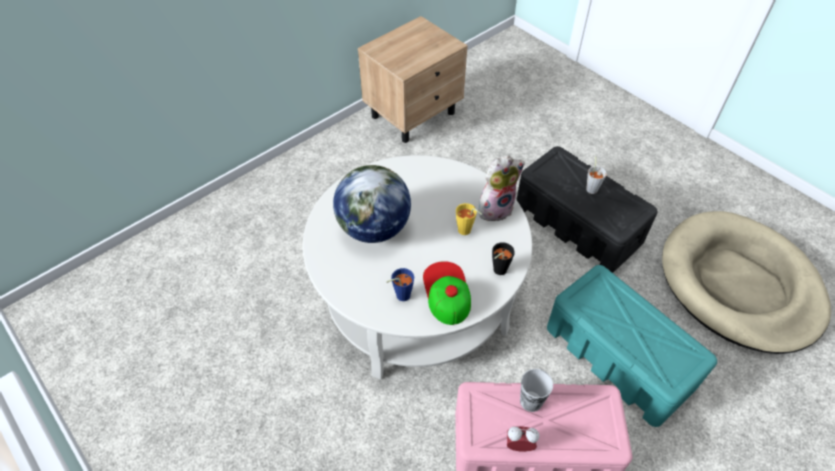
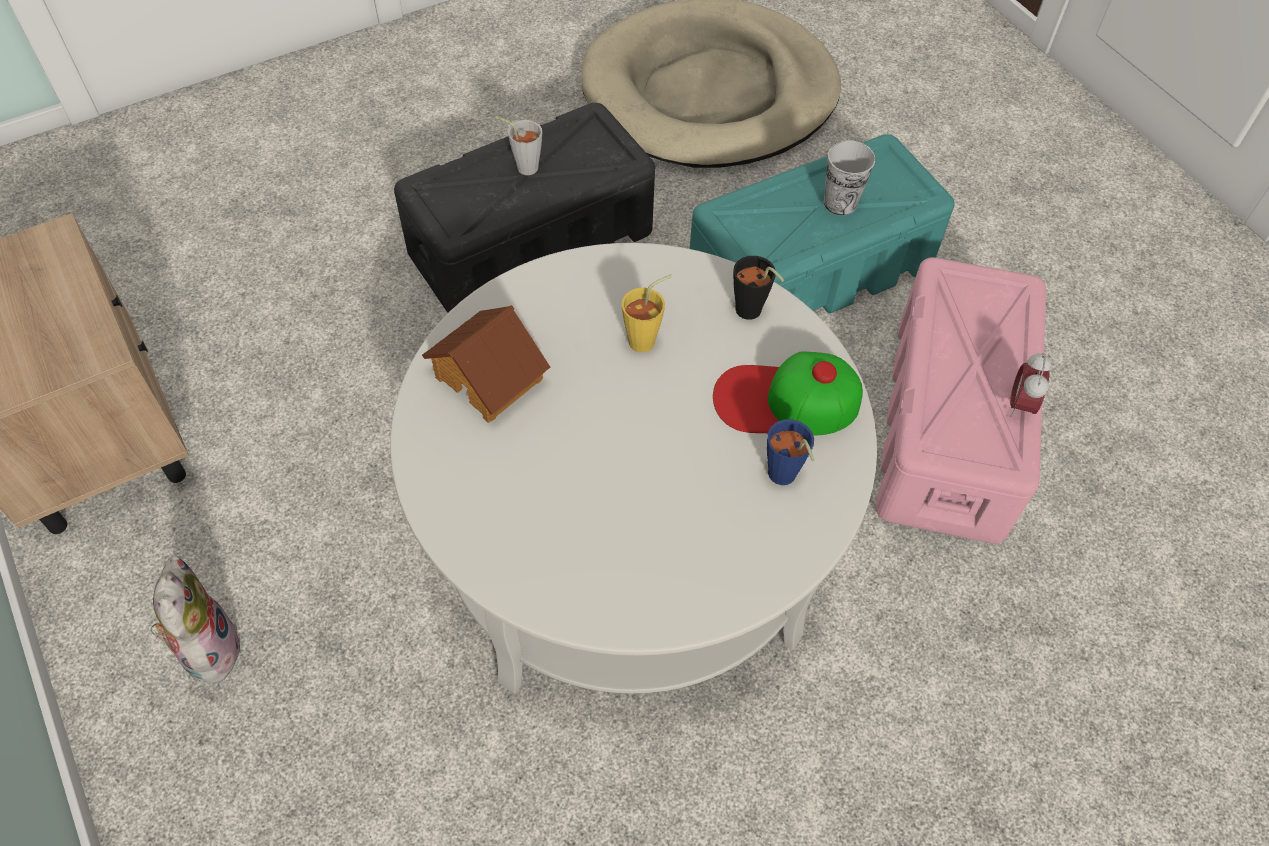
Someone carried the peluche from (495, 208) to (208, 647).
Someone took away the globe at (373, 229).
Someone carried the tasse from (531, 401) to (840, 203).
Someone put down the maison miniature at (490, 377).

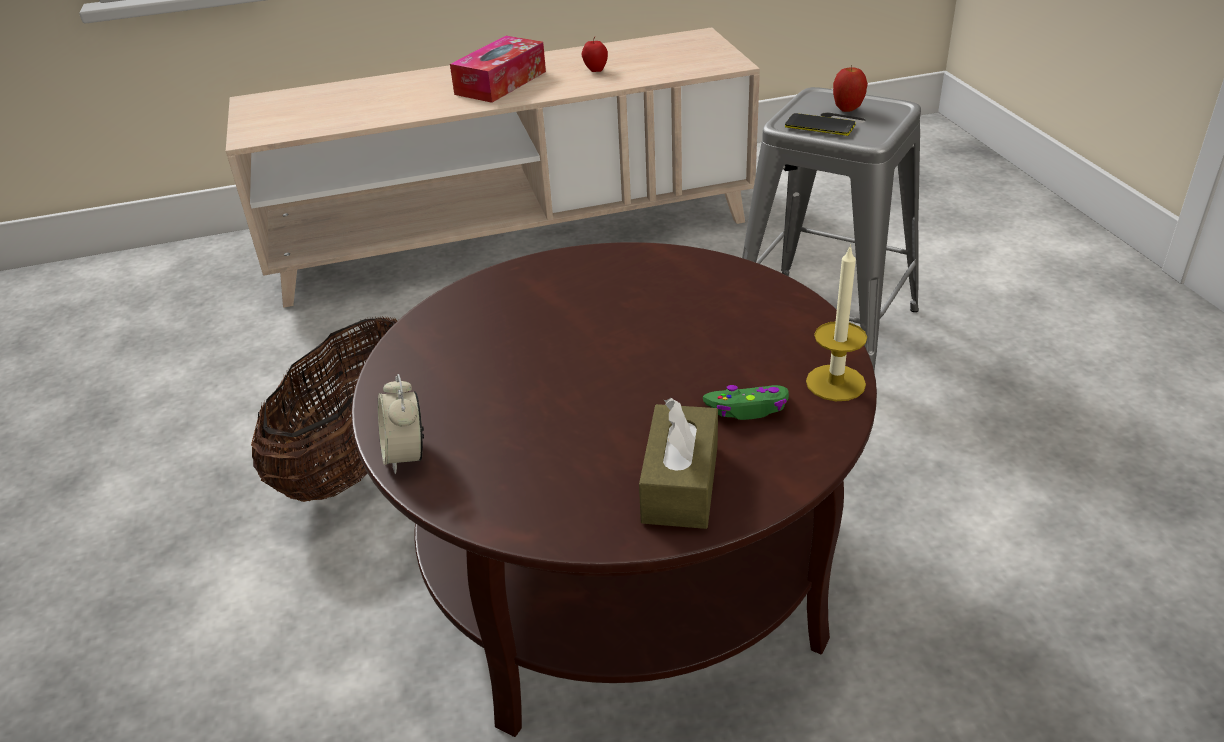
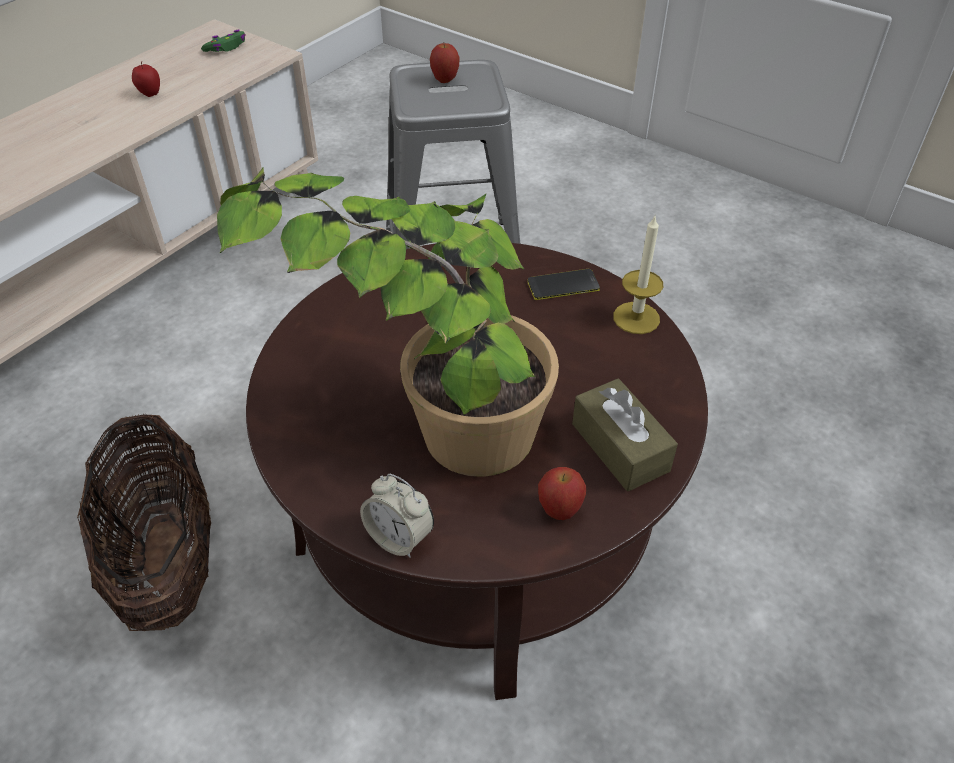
Someone took away the boîte à mouchoirs at (501, 83).
Someone carried the téléphone from (819, 126) to (563, 285).
Someone carried the manette [vert] from (747, 409) to (226, 47).
Someone put down the plante en pot at (423, 418).
Someone put down the pomme at (559, 510).

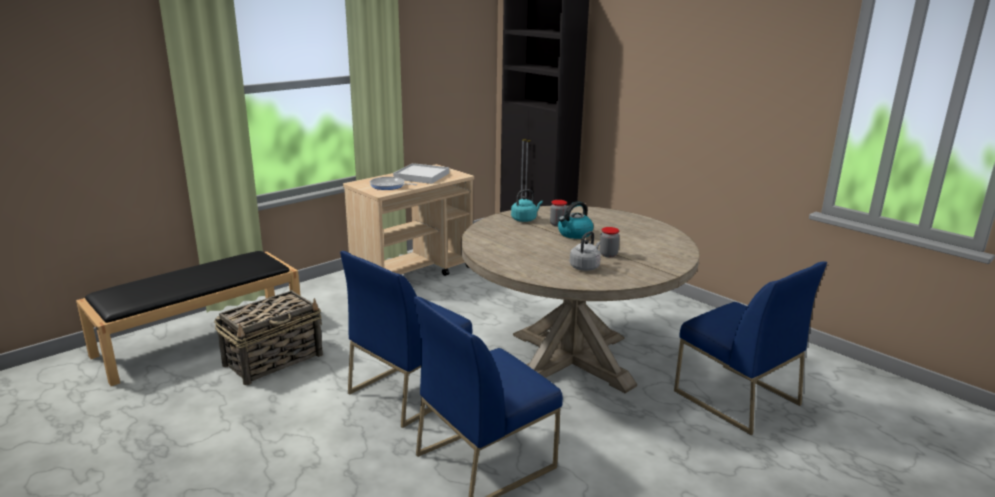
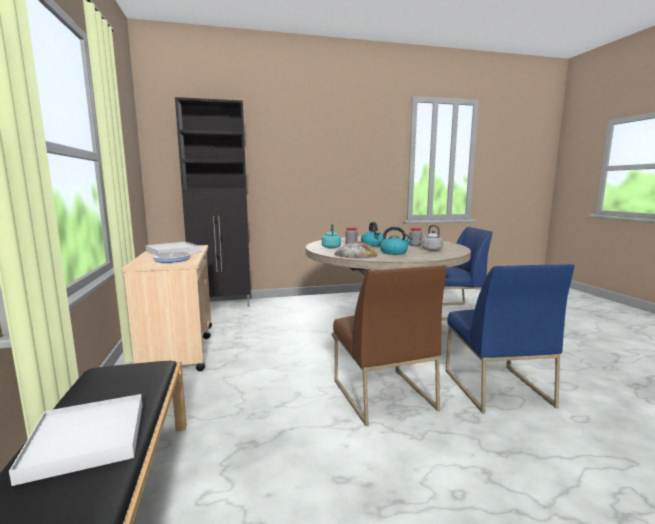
Someone repainted the chaise [bleu] at (409, 390), which became the chaise [marron] at (382, 394).
Someone took away the panier at (274, 360).
Someone put down the bouilloire at (394, 252).
Someone put down the pain at (356, 255).
Someone put down the plateau [blanc] at (87, 439).

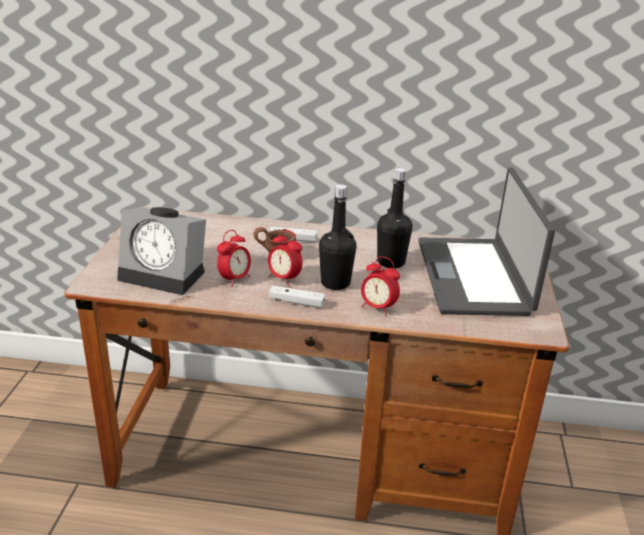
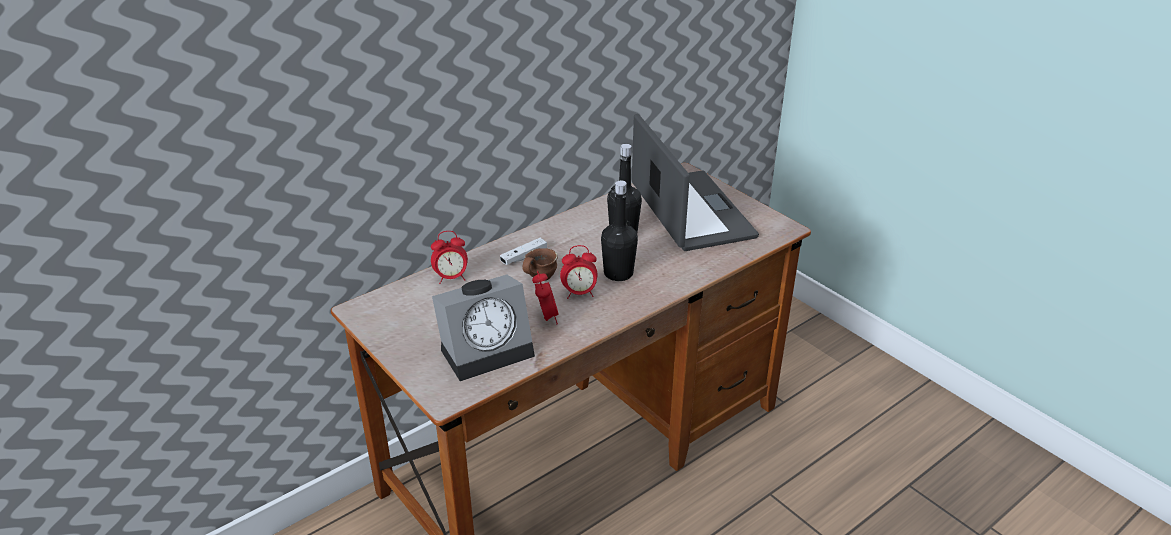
Someone rotated the ordinateur portable at (474, 276) by 150 degrees counterclockwise.
Someone carried the réveil from (377, 308) to (451, 278).
Someone took away the manette [blanc] at (296, 302).

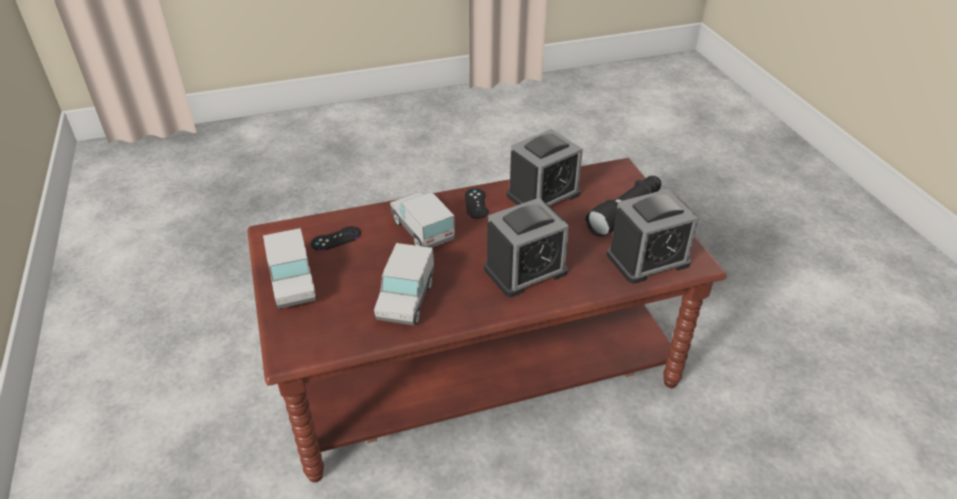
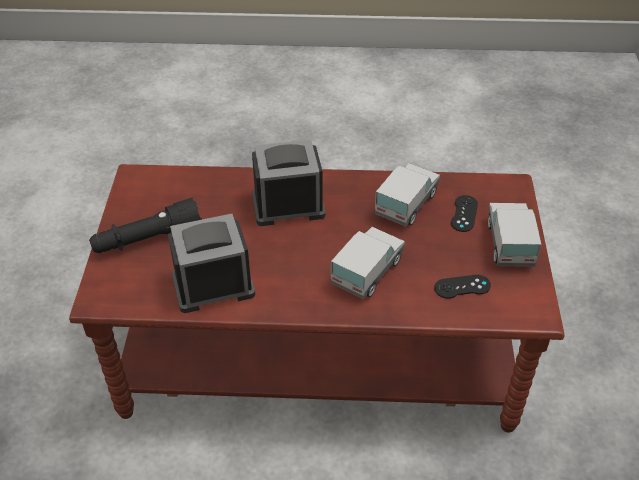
Someone carried the manette [noir] from (476, 204) to (464, 213).
Someone took away the réveil at (647, 259).
Someone rotated the camion jouet at (422, 231) by 135 degrees counterclockwise.

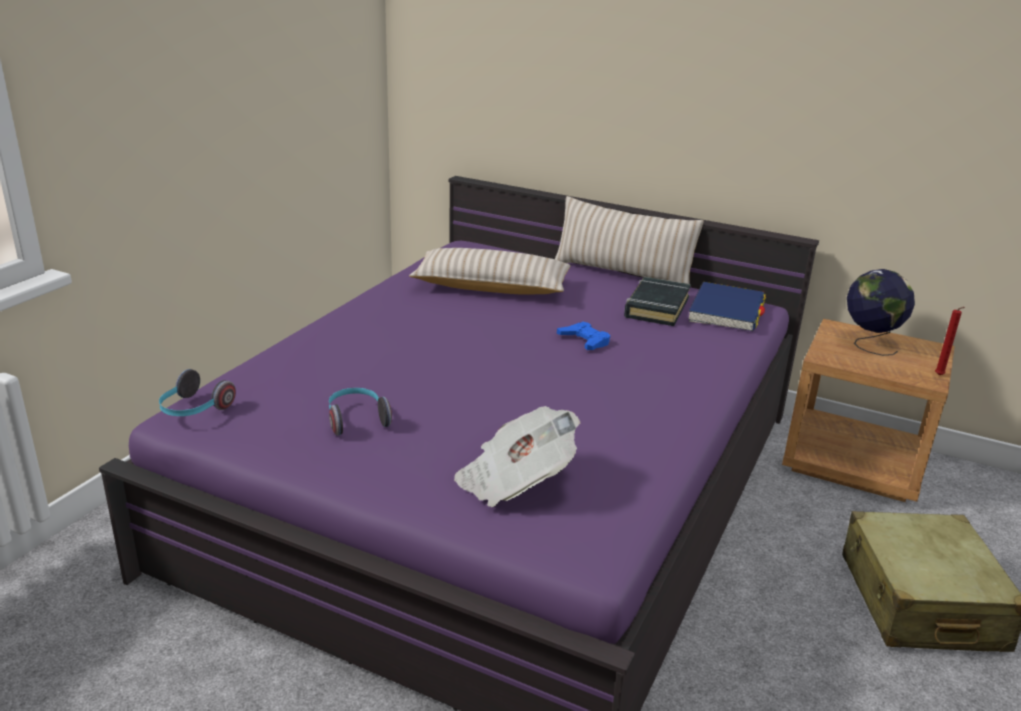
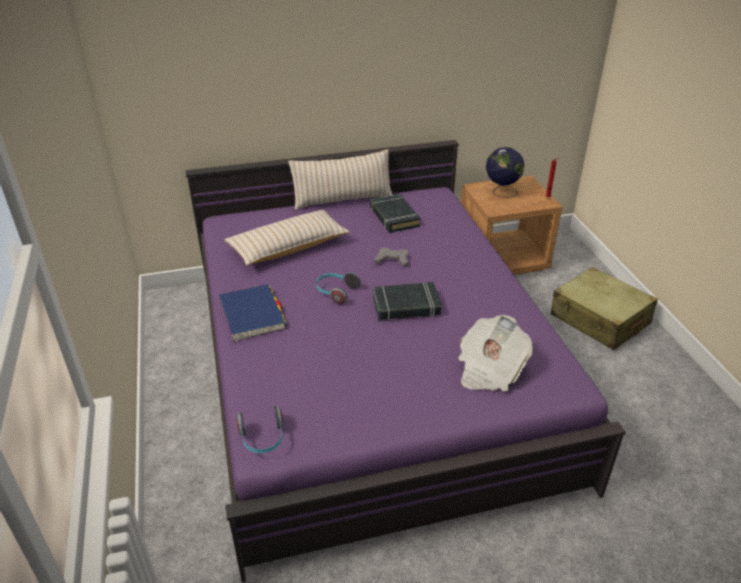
Someone carried the livre [bleu] from (726, 311) to (252, 315).
Someone repainted the manette [bleu] at (584, 341), which became the manette [gris] at (392, 260).
Someone carried the casque audio from (356, 420) to (336, 292).
Someone put down the livre [noir] at (406, 306).

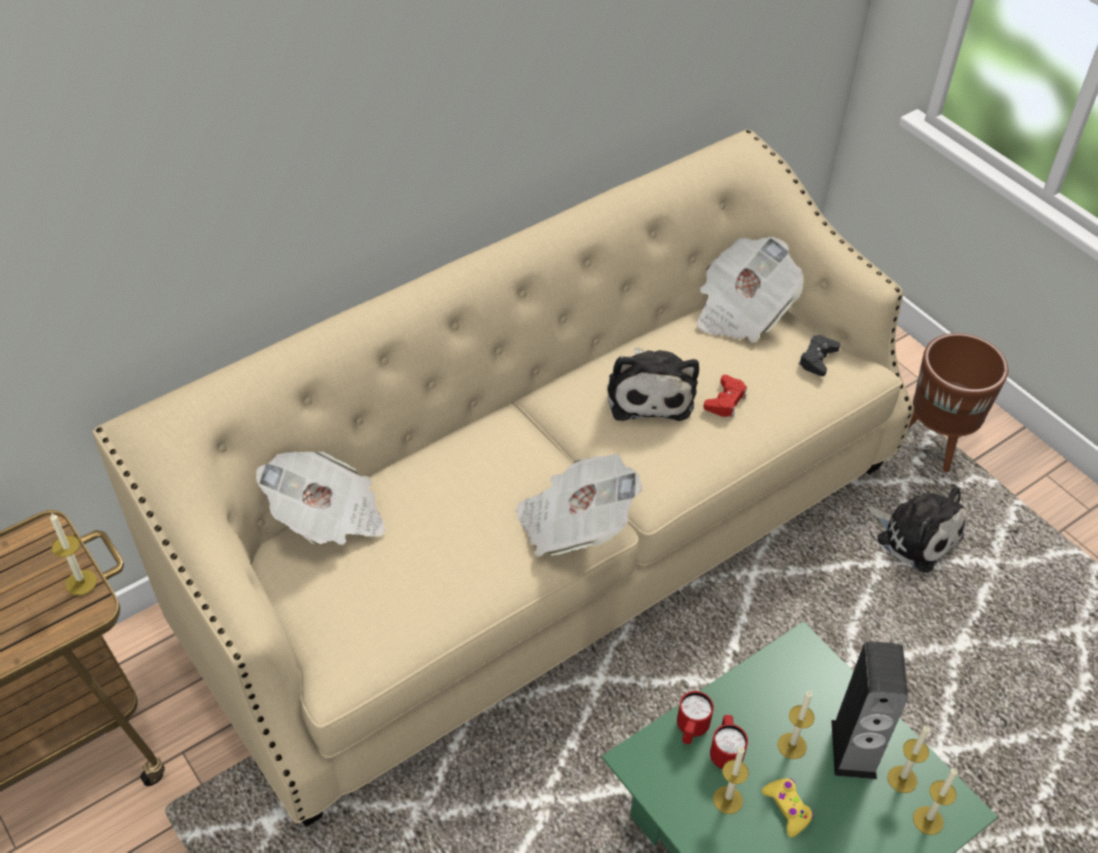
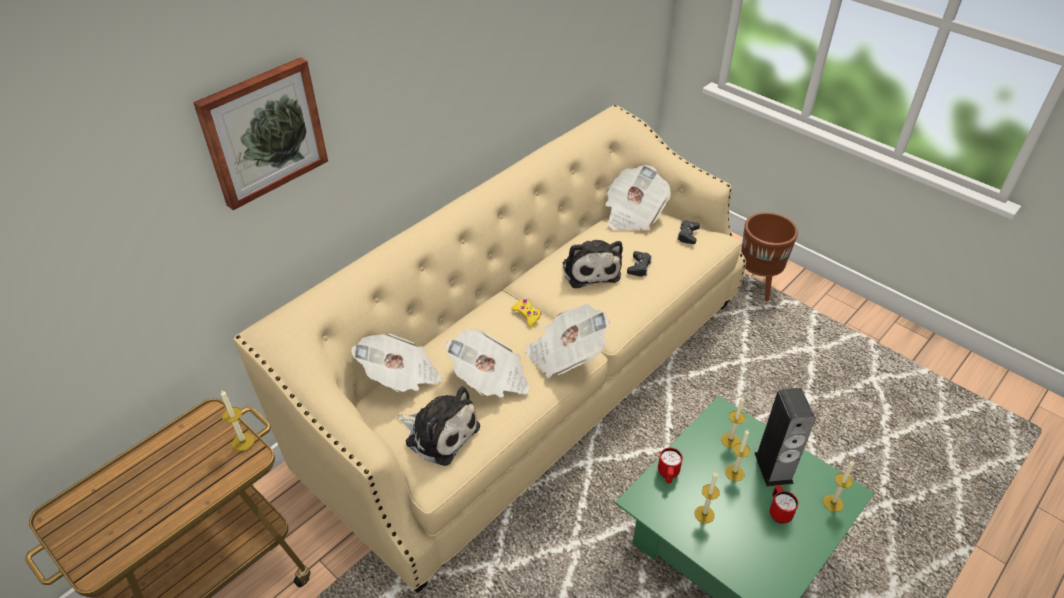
Someone repainted the manette [rouge] at (725, 401), which became the manette [noir] at (639, 267).
Someone carried the peluche from (914, 534) to (439, 433).
Someone carried the mug [rouge] from (725, 752) to (778, 512).
Someone carried the bougie from (902, 779) to (730, 440).
Someone carried the manette [jaune] from (787, 808) to (527, 315).
Someone put up the tableau at (263, 132).
Someone put down the journal at (490, 379).

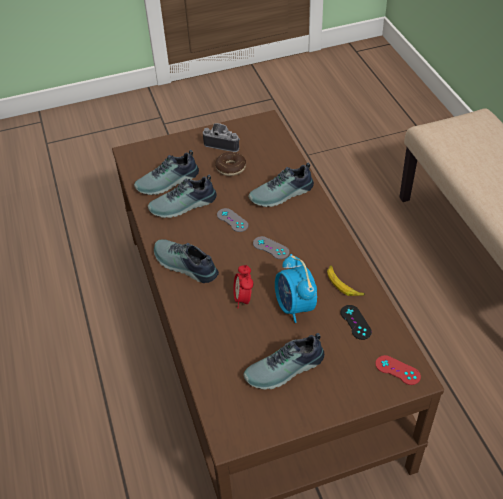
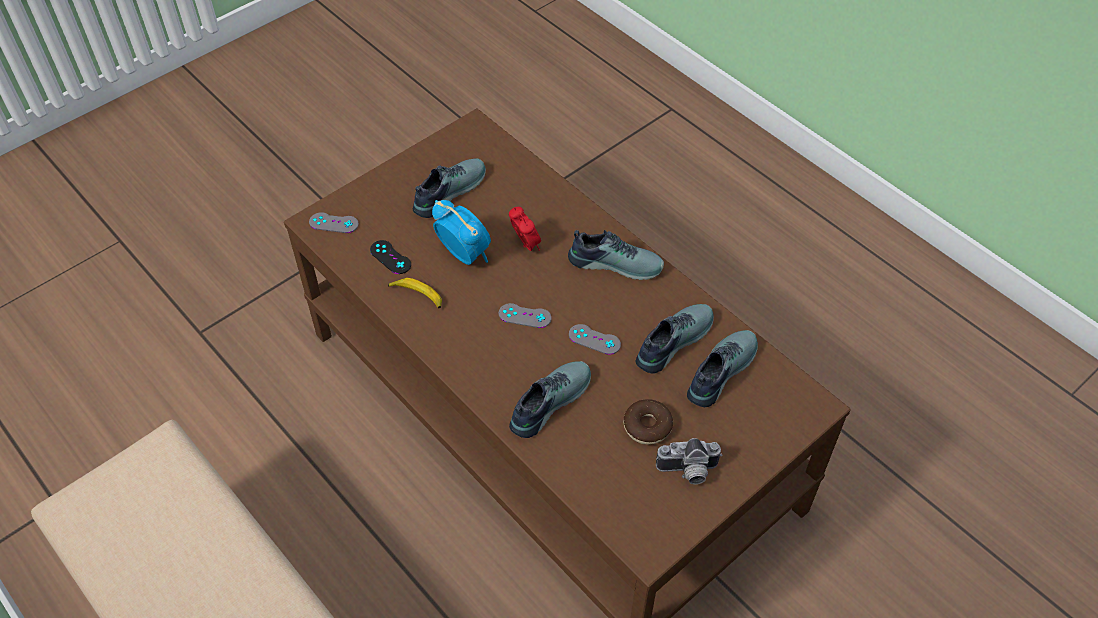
Someone repainted the manette [rouge] at (397, 370), which became the manette [gris] at (333, 223).

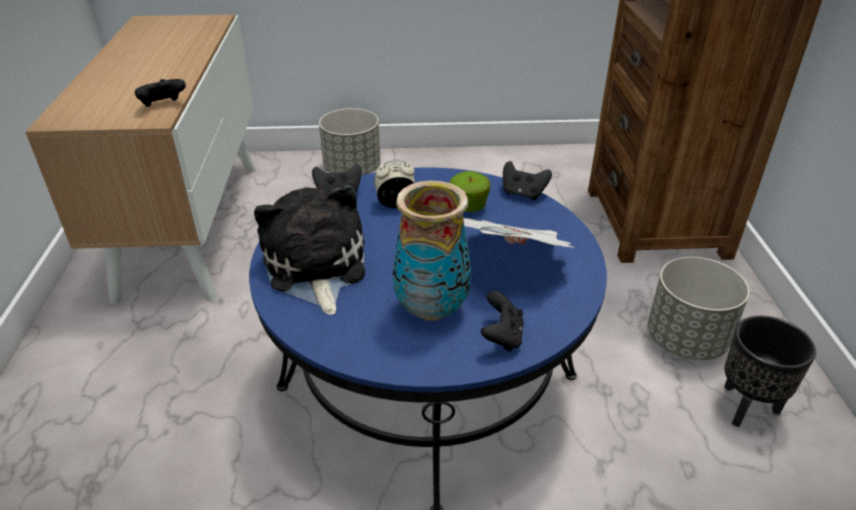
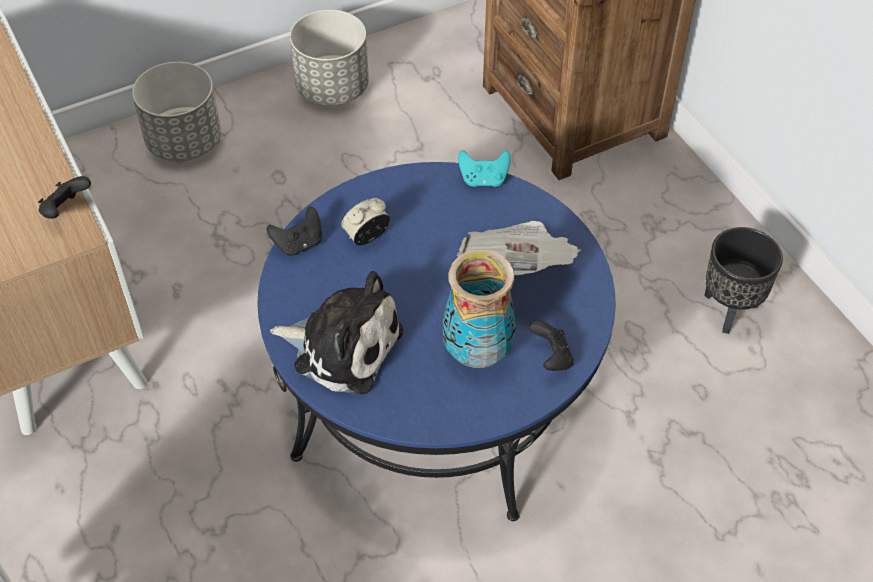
Someone repainted the manette [noir] at (523, 193), which became the manette [turquoise] at (483, 179).
Someone took away the pomme at (468, 206).
Someone rotated the peluche at (315, 268) by 150 degrees clockwise.
Someone carried the cache-pot [gris] from (685, 341) to (332, 89).

